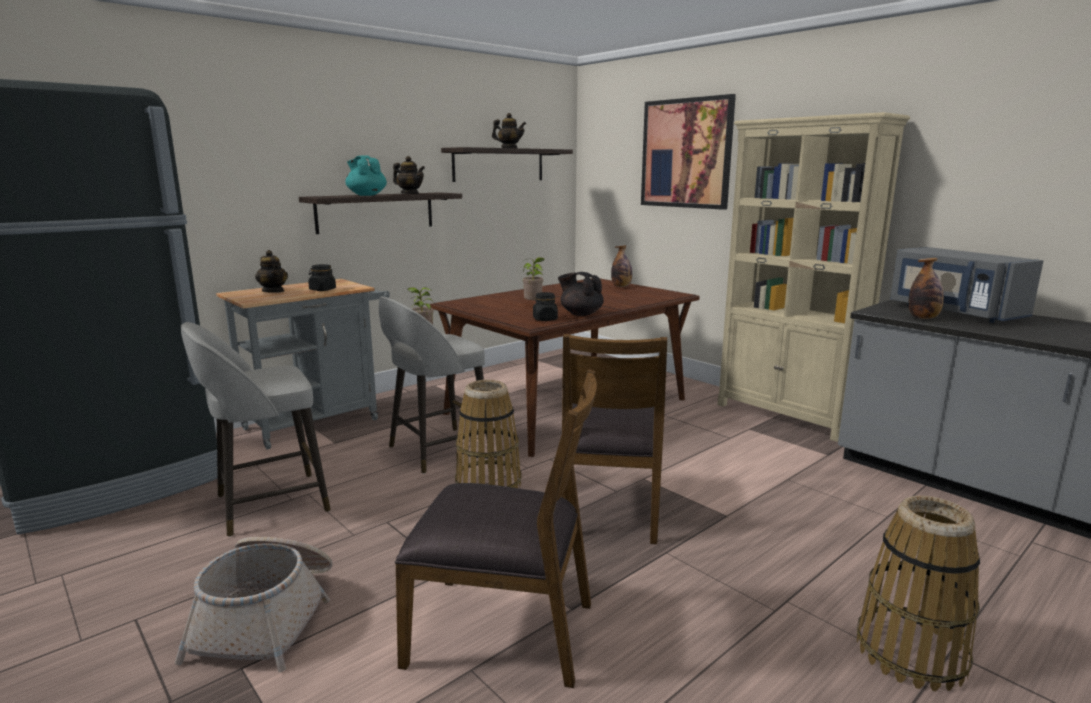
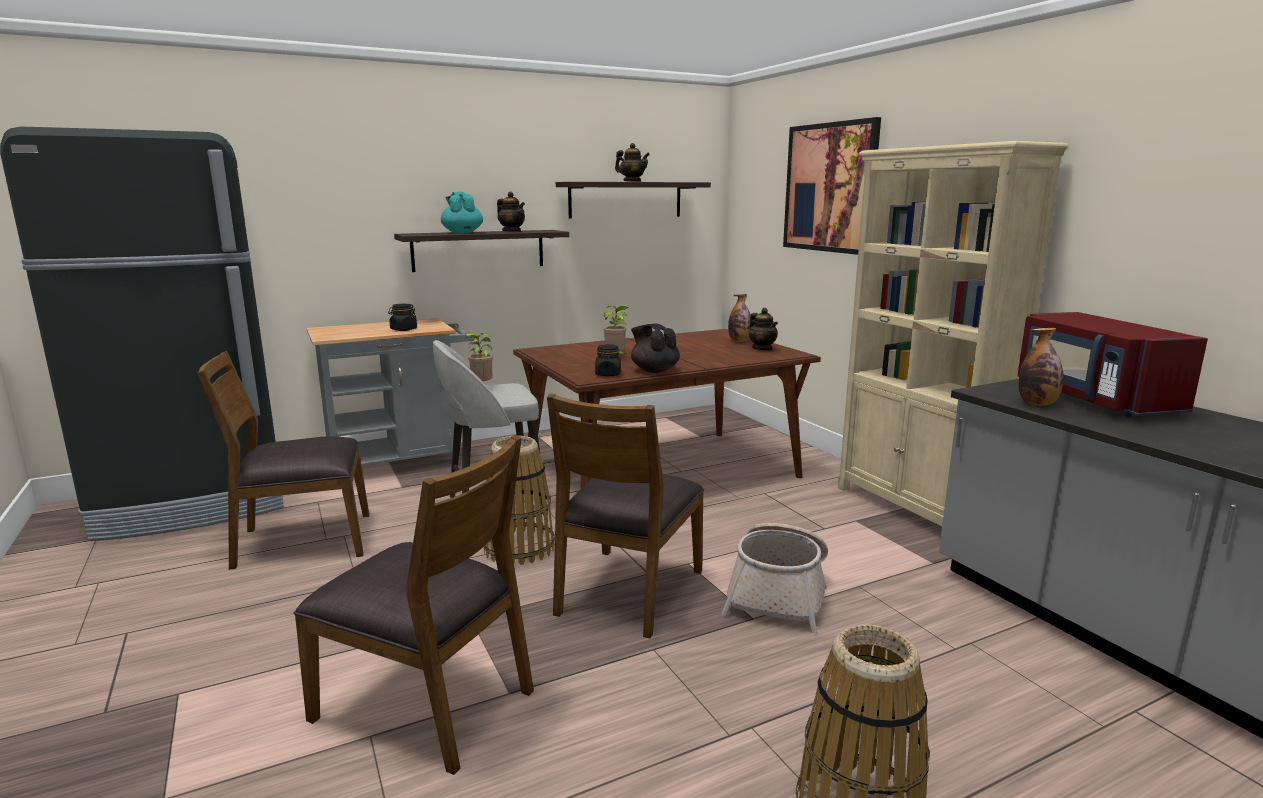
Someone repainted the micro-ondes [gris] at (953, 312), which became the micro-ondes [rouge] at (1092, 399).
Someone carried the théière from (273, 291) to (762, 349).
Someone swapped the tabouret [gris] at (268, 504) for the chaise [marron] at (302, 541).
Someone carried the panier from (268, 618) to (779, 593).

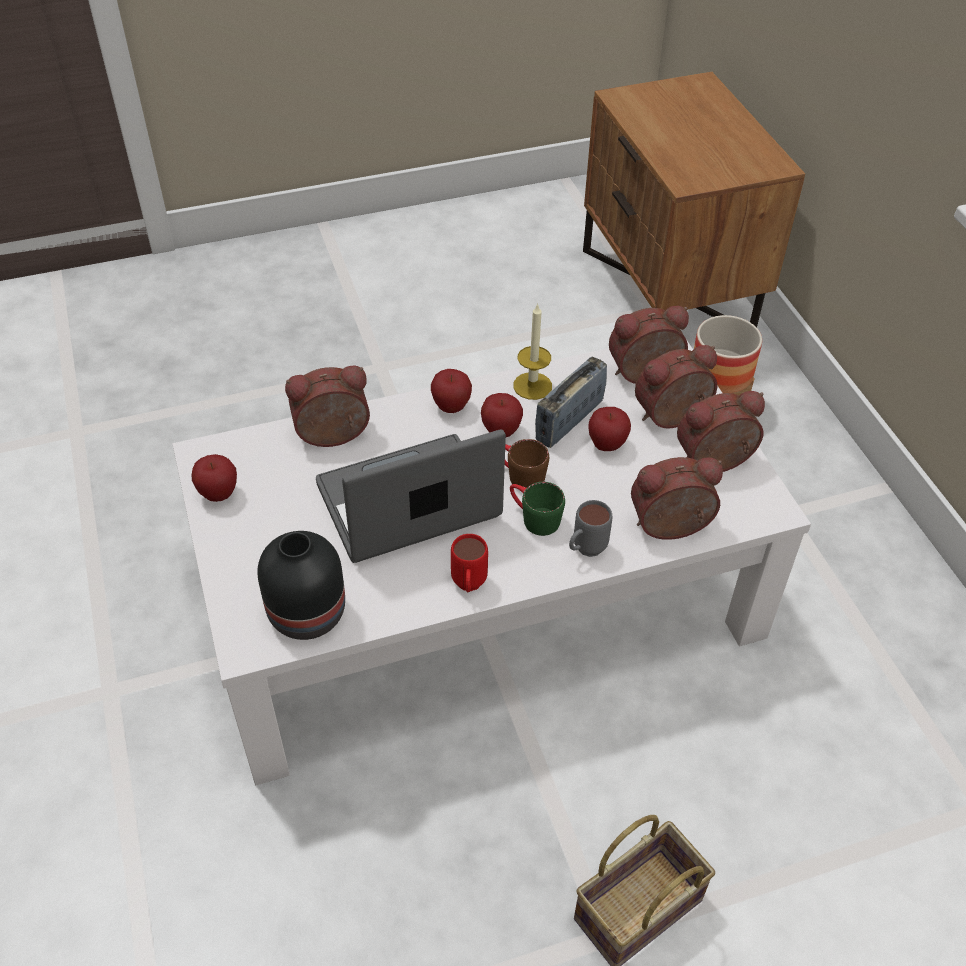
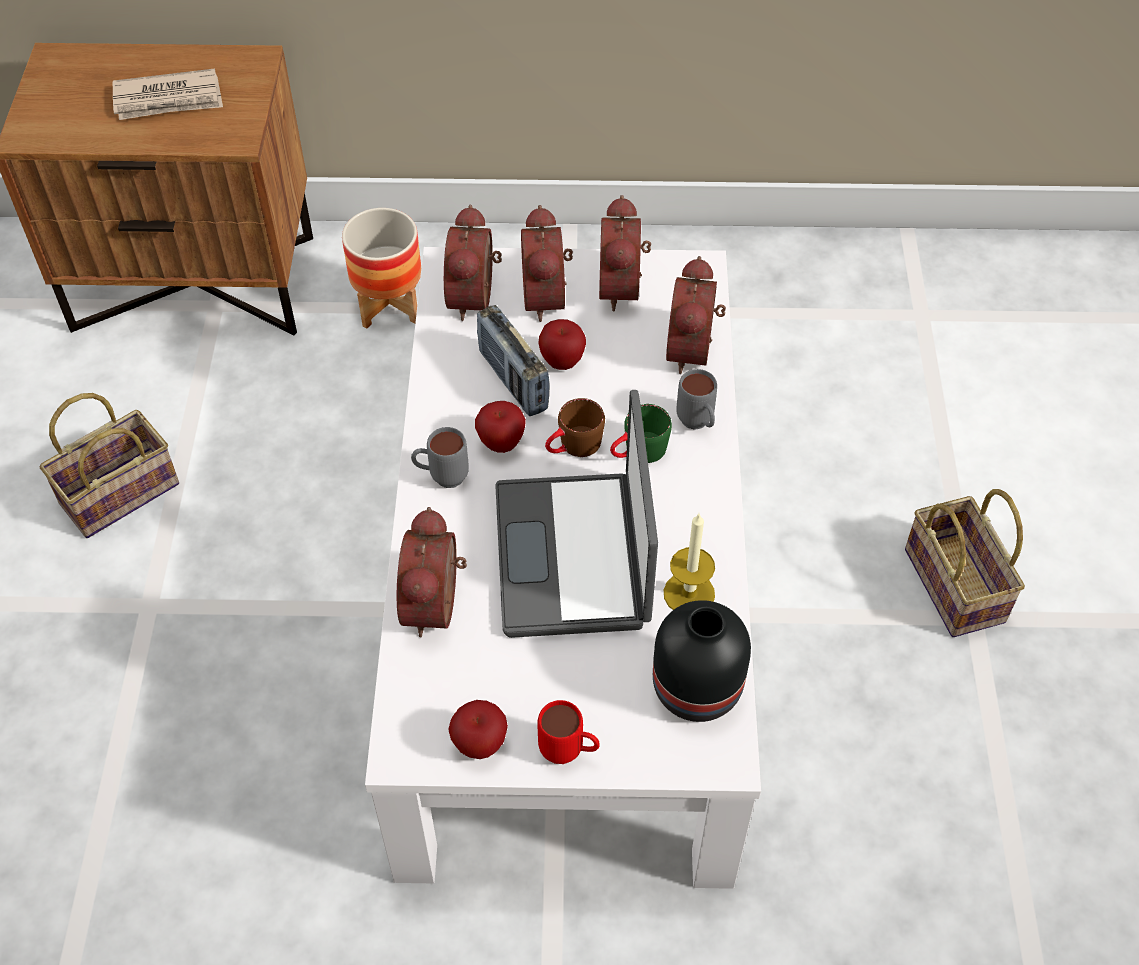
Someone carried the bougie from (532, 386) to (689, 593).
Someone swapped the pomme at (451, 407) for the mug [gris] at (441, 478).
Someone carried the mug [rouge] from (468, 587) to (569, 753).
Someone put down the journal at (169, 99).
Someone put down the panier at (121, 491).

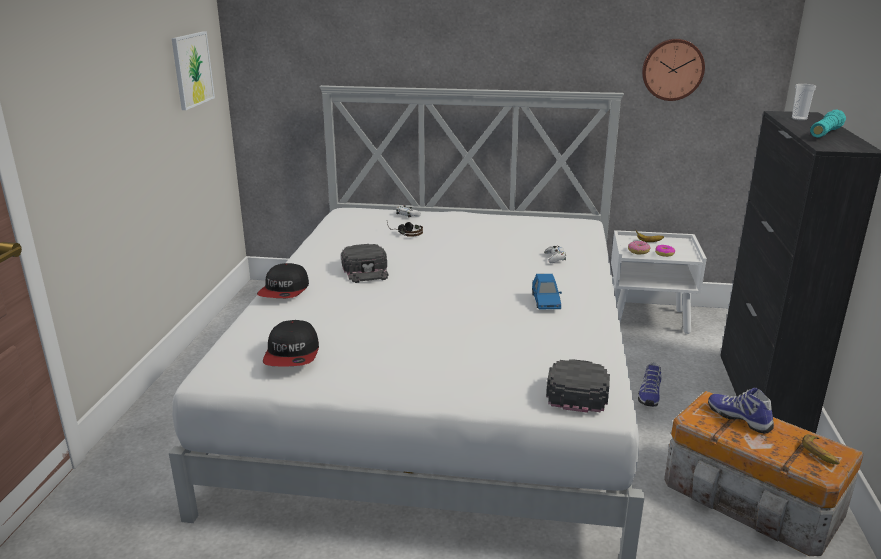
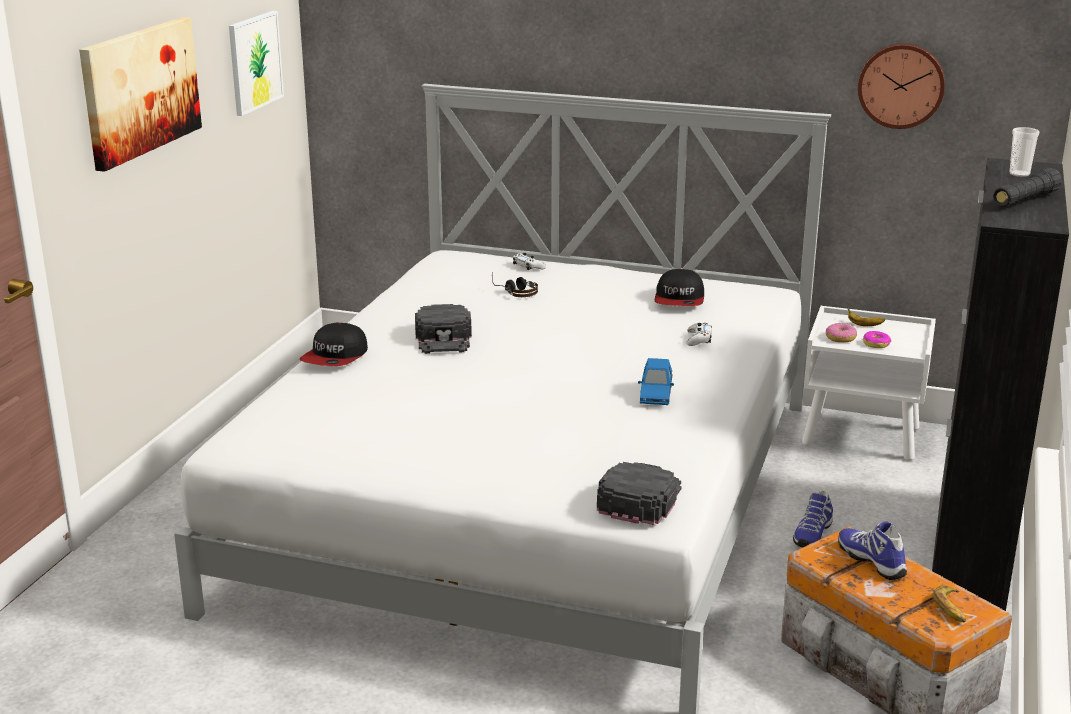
Someone repainted the lampe de poche [turquoise] at (825, 133), which became the lampe de poche [noir] at (1025, 200).
Someone carried the casquette from (292, 354) to (679, 299).
Someone put up the tableau at (140, 90).

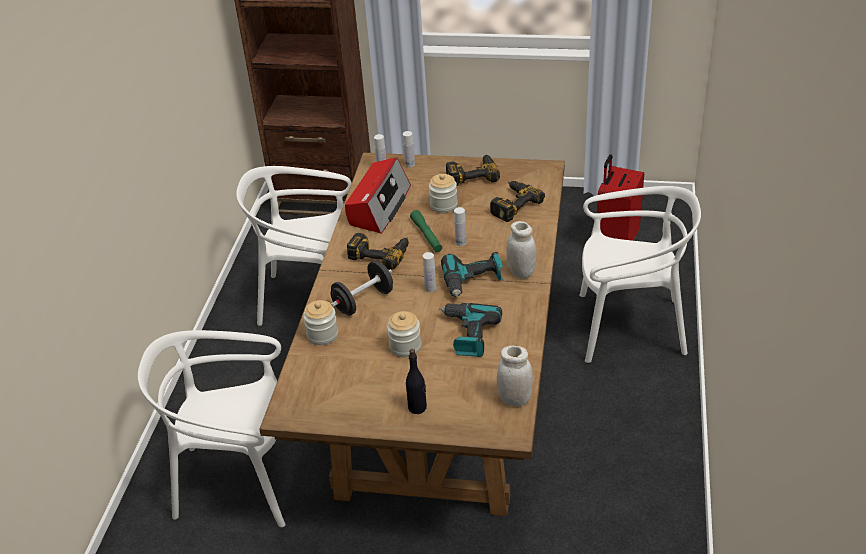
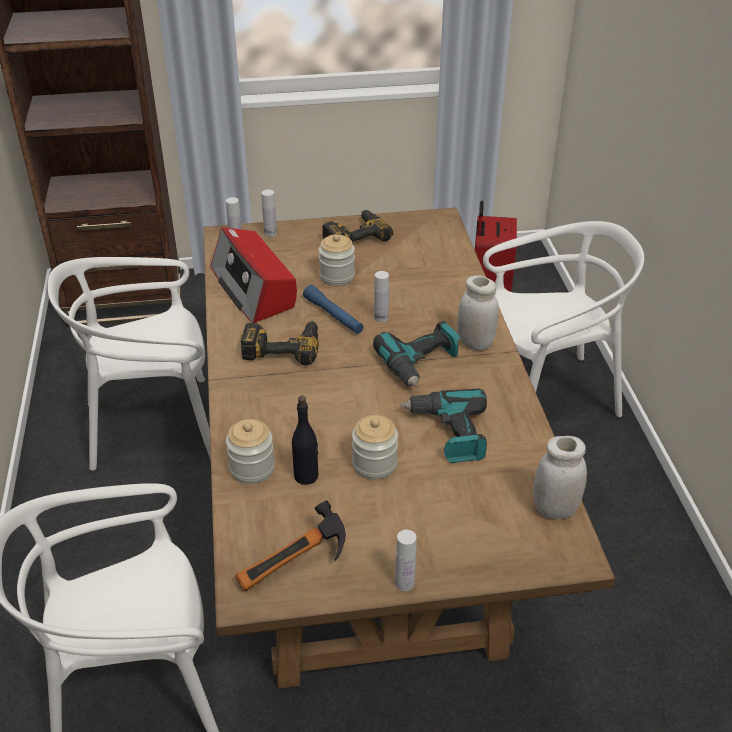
Someone rotated the radio at (379, 206) by 150 degrees clockwise.
Someone took away the perceuse at (512, 204).
Someone repainted the lampe de poche [vert] at (426, 235), which became the lampe de poche [bleu] at (333, 315).
Someone carried the bouteille [blanc] from (430, 288) to (404, 583).
Someone took away the haltère [noir] at (363, 301).
Someone carried the bouteille [noir] from (417, 407) to (306, 476).
Someone put down the marteau at (295, 569).

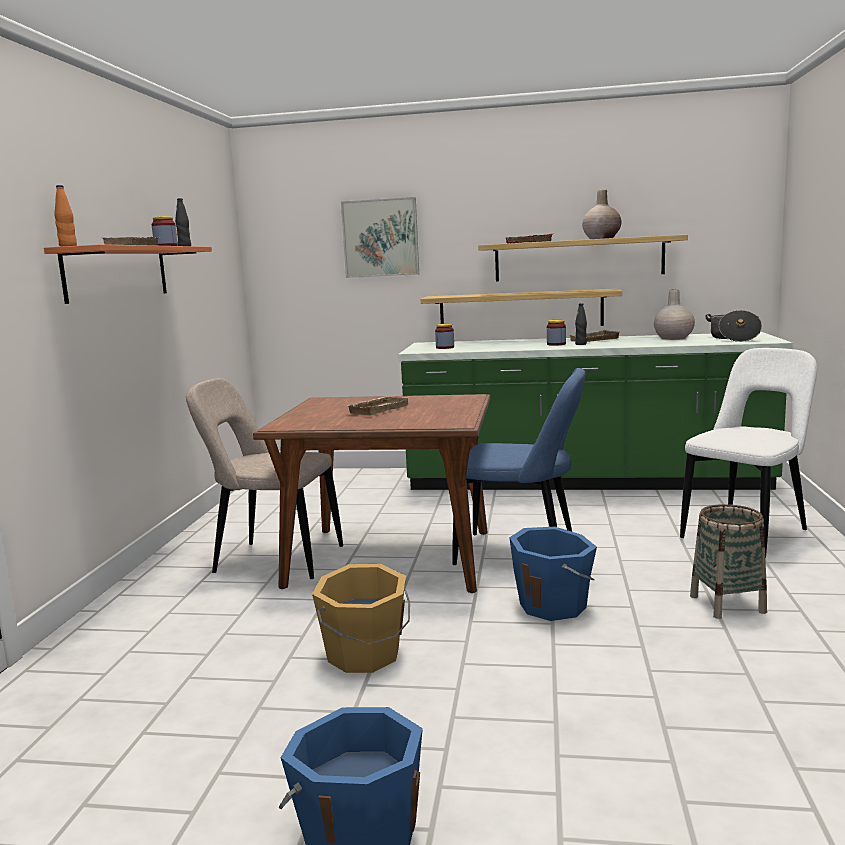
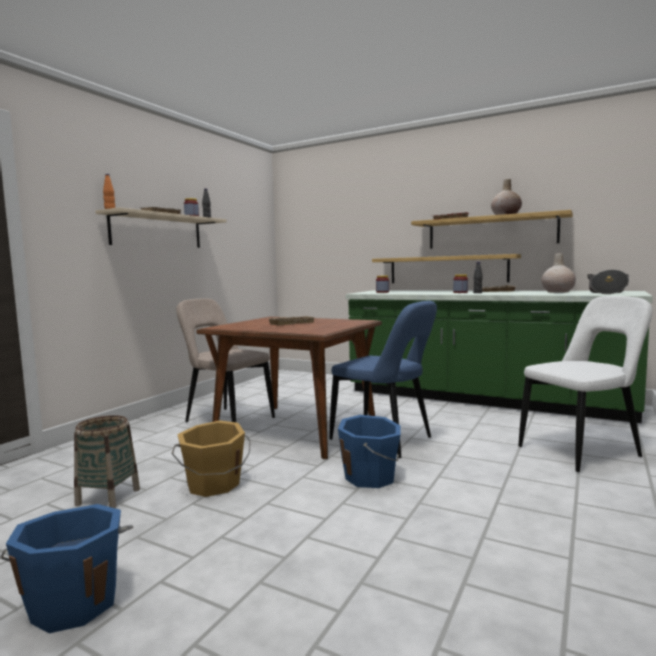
Someone took away the tableau at (380, 238).
Someone repainted the étagère [orange] at (117, 273), which became the étagère [beige] at (157, 231).
Someone carried the panier from (727, 604) to (108, 497).

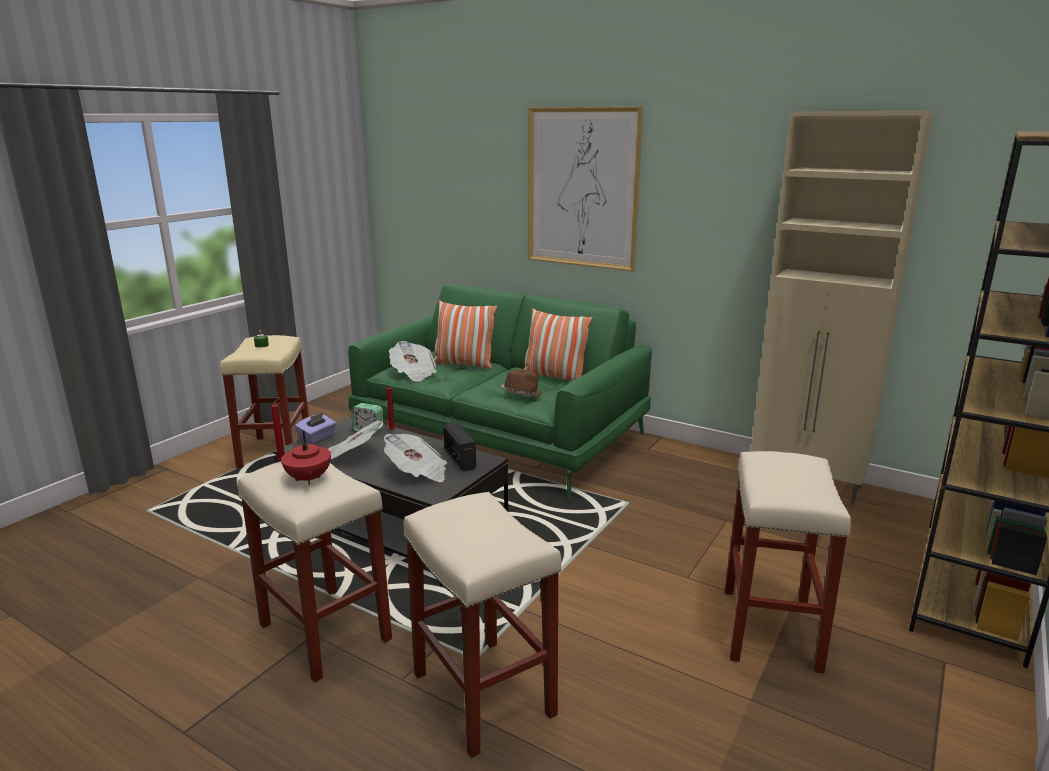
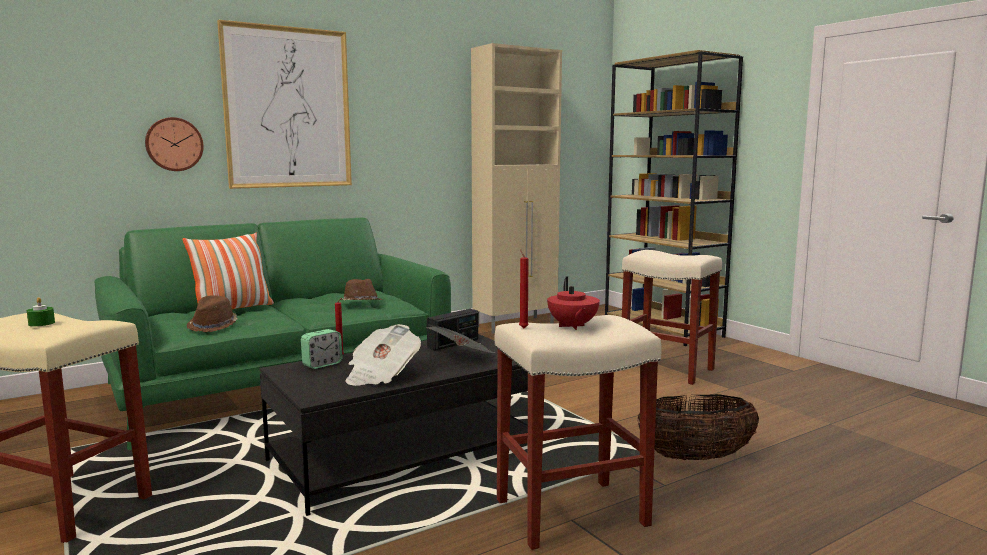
Someone took away the coussin at (554, 377).
Someone swapped the journal at (413, 373) for the chapeau [marron] at (213, 326).
Someone took away the boîte à mouchoirs [violet] at (317, 438).
Someone rotated the radio at (459, 459) by 45 degrees counterclockwise.
Someone rotated the théière [rouge] at (308, 479) by 75 degrees clockwise.
Someone swapped the tabouret [beige] at (481, 693) for the panier at (695, 458).
Someone put up the horloge murale at (174, 144).

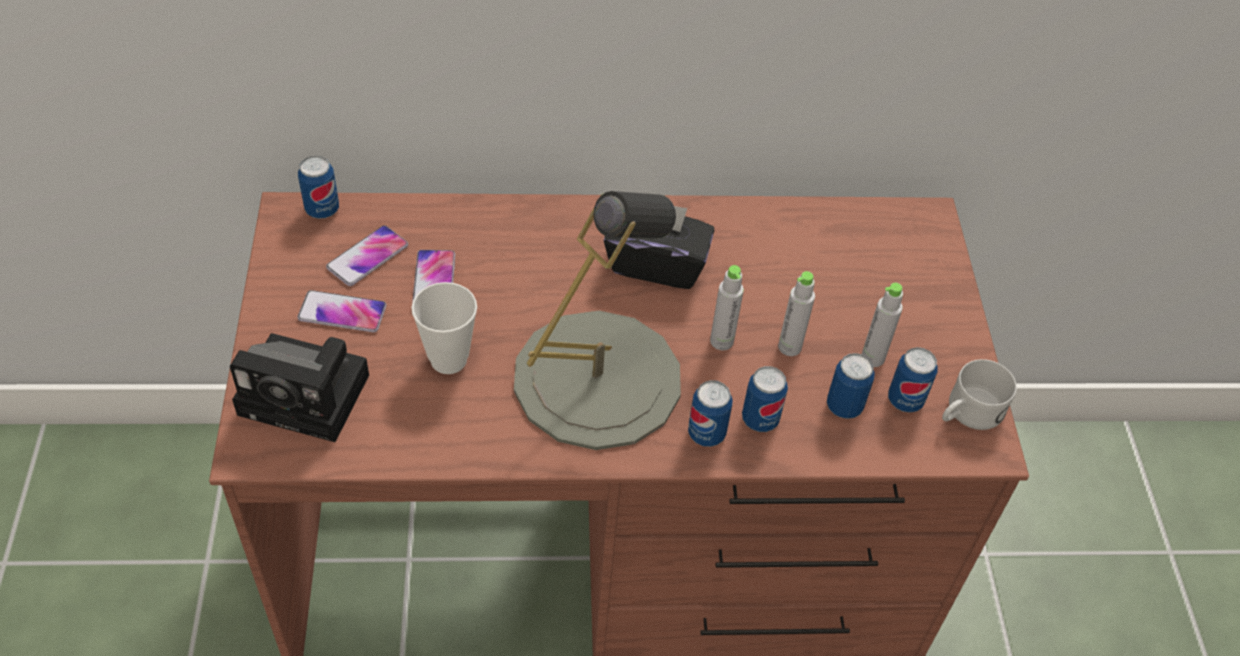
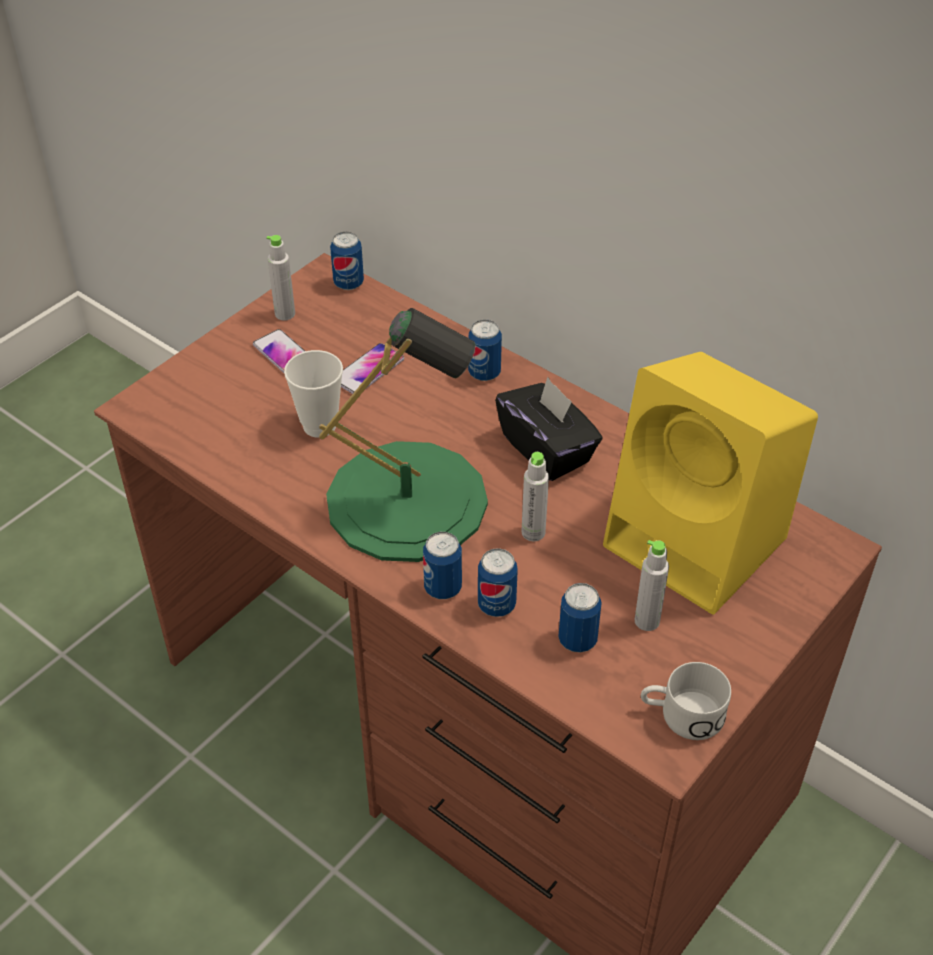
Someone repainted the lampe de table [gris] at (597, 378), which became the lampe de table [vert] at (407, 500).
Someone took away the téléphone at (367, 257).
Someone carried the bouteille [gris] from (789, 347) to (285, 314).
Someone took away the appareil photo at (310, 395).
Someone carried the boîte métallique from (905, 400) to (484, 373).
Someone put down the enceinte [jaune] at (700, 544).

